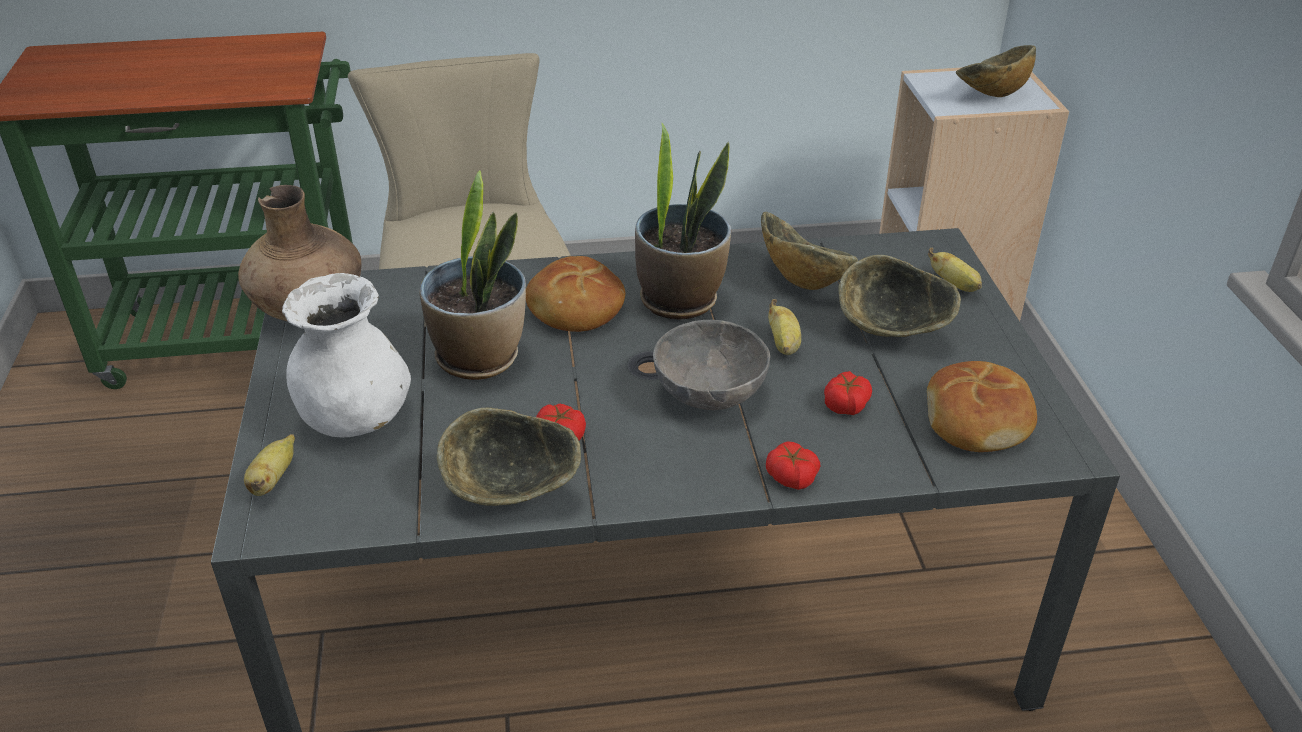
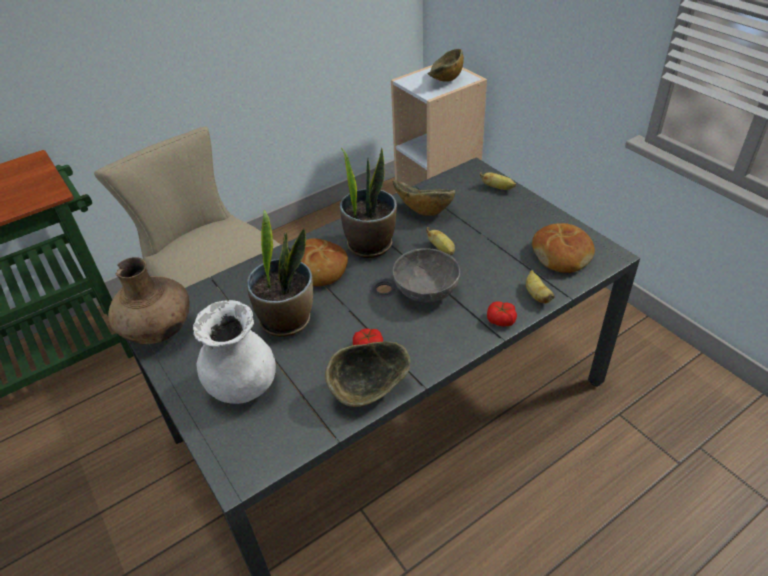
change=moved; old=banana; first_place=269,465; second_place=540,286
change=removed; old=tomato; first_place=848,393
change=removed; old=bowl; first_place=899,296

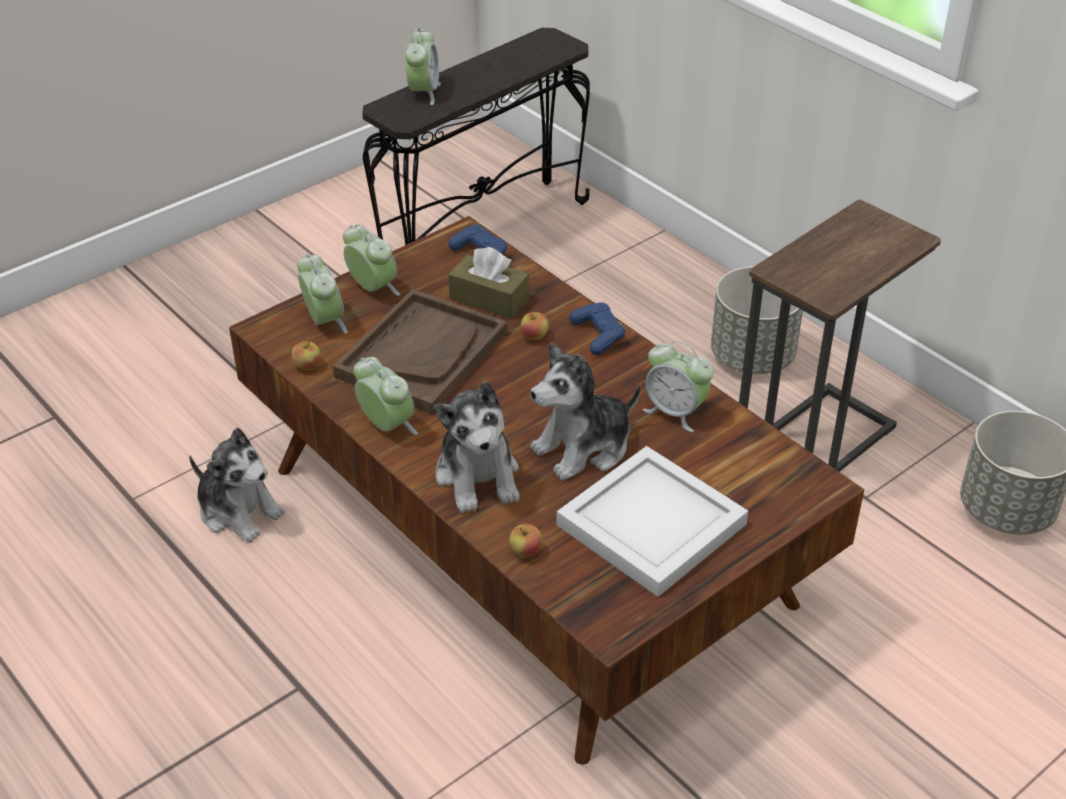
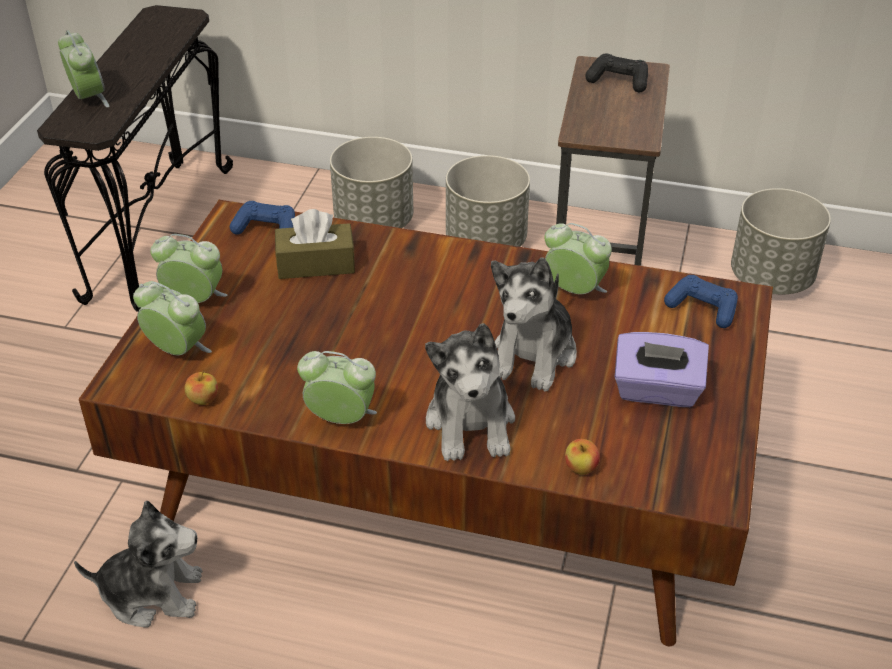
change=removed; old=tray in brown; first_place=420,352
change=turned; old=plush toy; first_place=476,447; second_place=470,392; degrees=45
change=removed; old=apple; first_place=535,325
change=replaced; old=tray in white; new=tissue box in purple; first_place=652,521; second_place=662,369
change=moved; old=game controller in blue; first_place=597,328; second_place=701,301
change=turned; old=alarm clock; first_place=678,386; second_place=578,258; degrees=-150
change=added; new=planter in grey; second_place=371,182
change=added; new=game controller in black; second_place=616,73

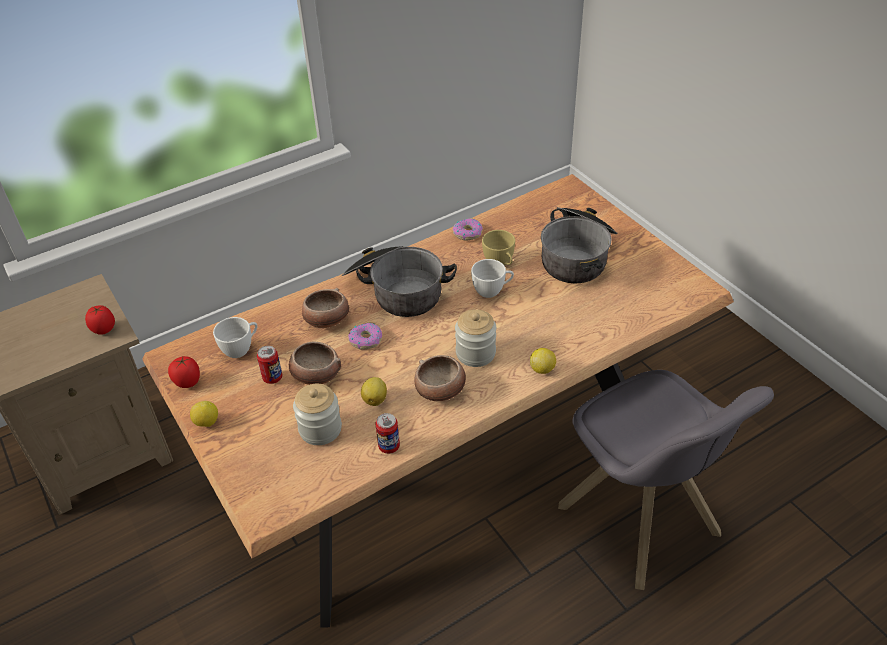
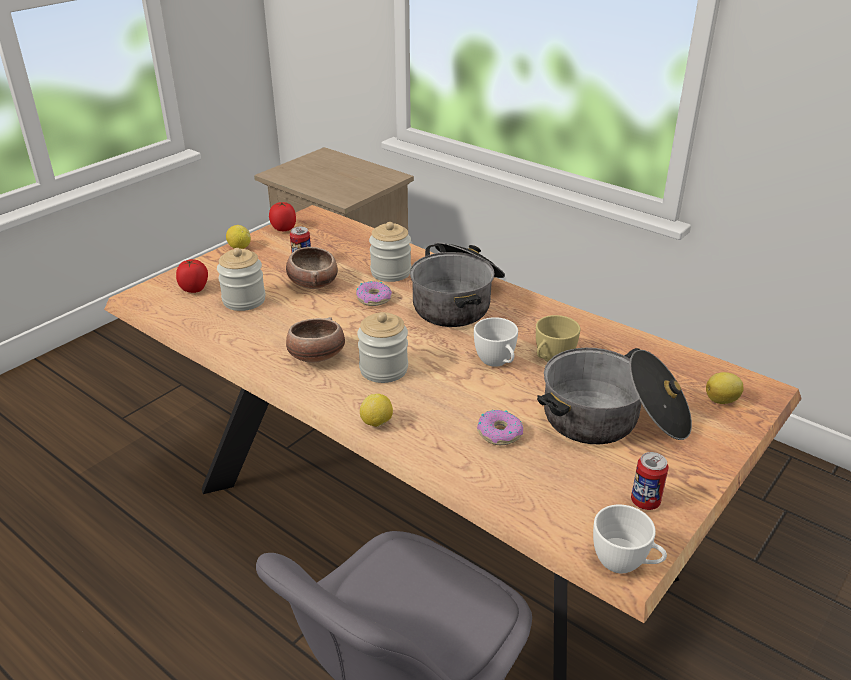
change=moved; old=tomato; first_place=100,320; second_place=192,276
change=moved; old=cup in white; first_place=235,337; second_place=630,538
change=replaced; old=bowl; new=jar; first_place=325,308; second_place=390,252
change=moved; old=lemon; first_place=374,391; second_place=724,388
change=moved; old=can; first_place=387,433; second_place=650,481
change=moved; old=donut; first_place=468,229; second_place=500,427

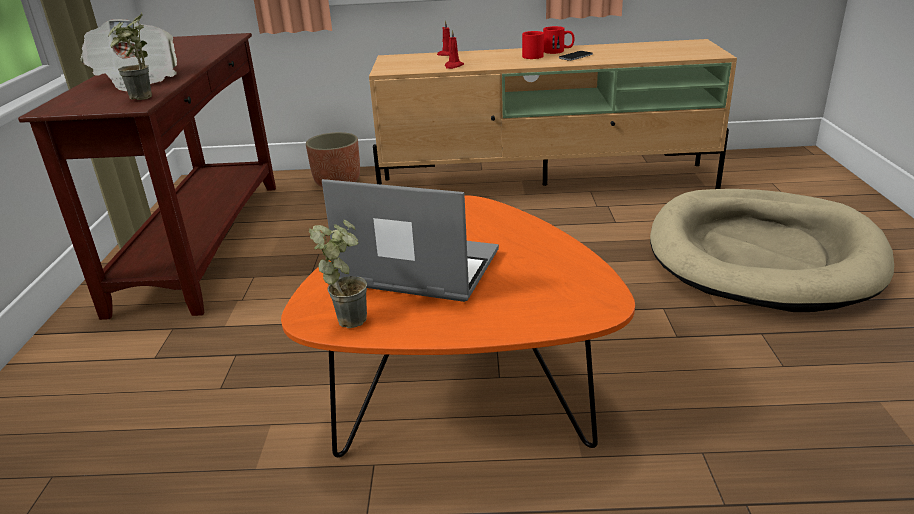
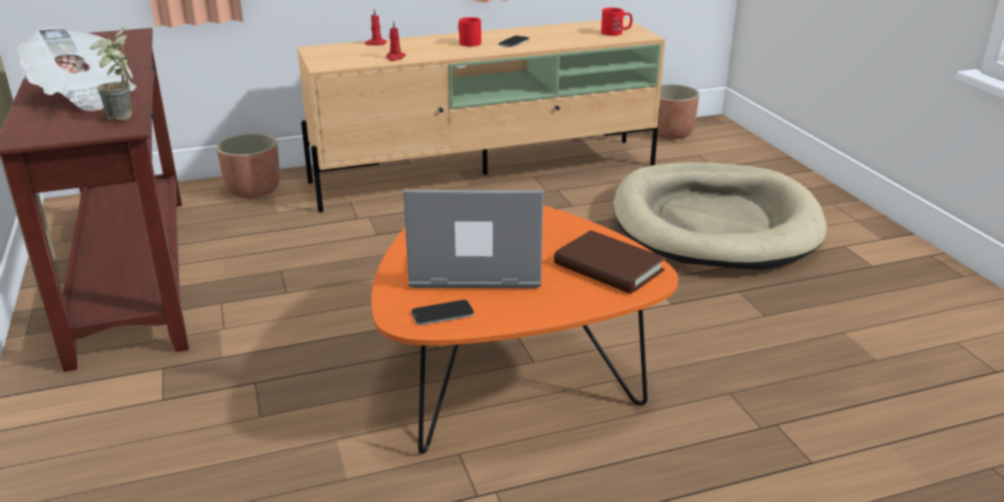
change=replaced; old=potted plant; new=phone; first_place=338,274; second_place=442,312
change=moved; old=mug in red; first_place=558,40; second_place=617,22
change=added; new=book in brown; second_place=610,262
change=added; new=planter; second_place=674,112

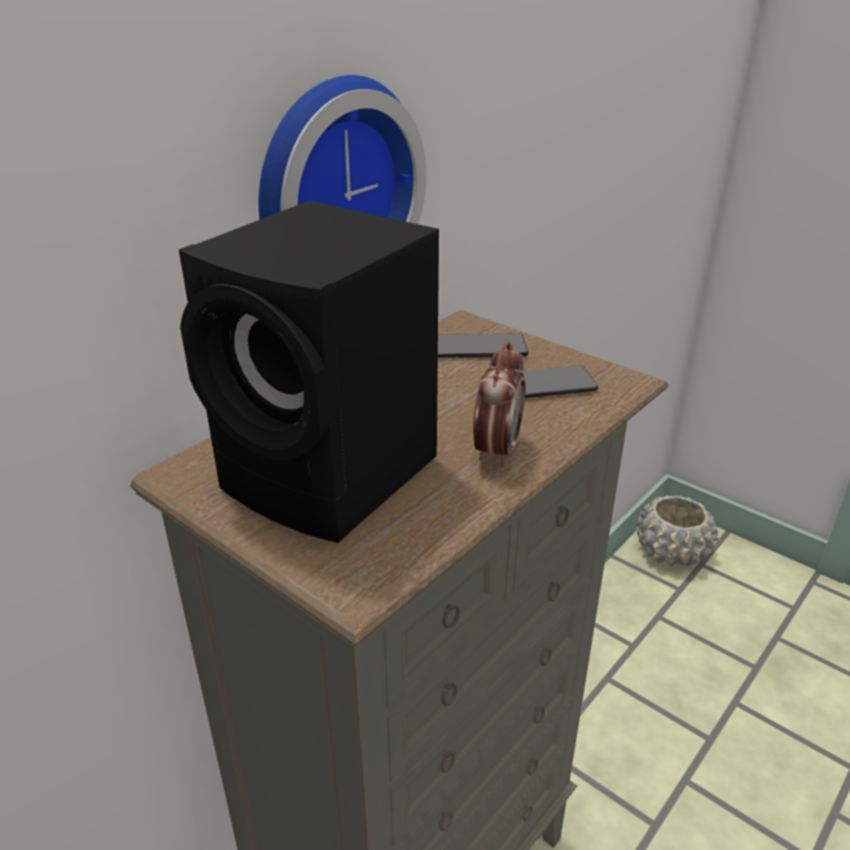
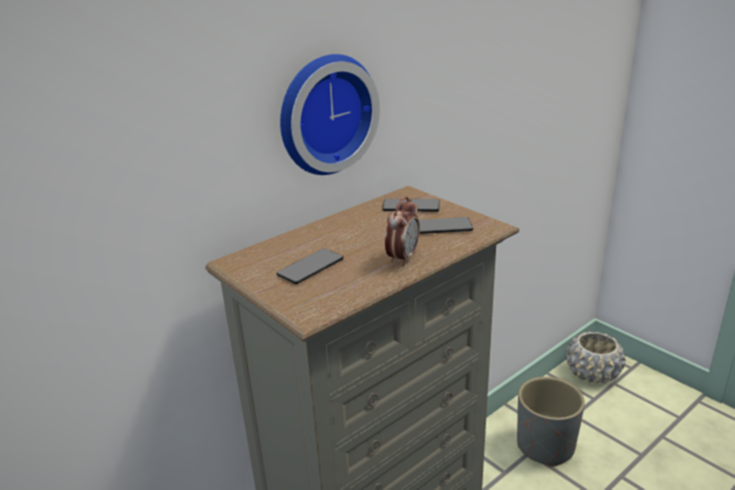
change=replaced; old=speaker in black; new=phone; first_place=309,372; second_place=309,266
change=added; new=planter in grey; second_place=551,422

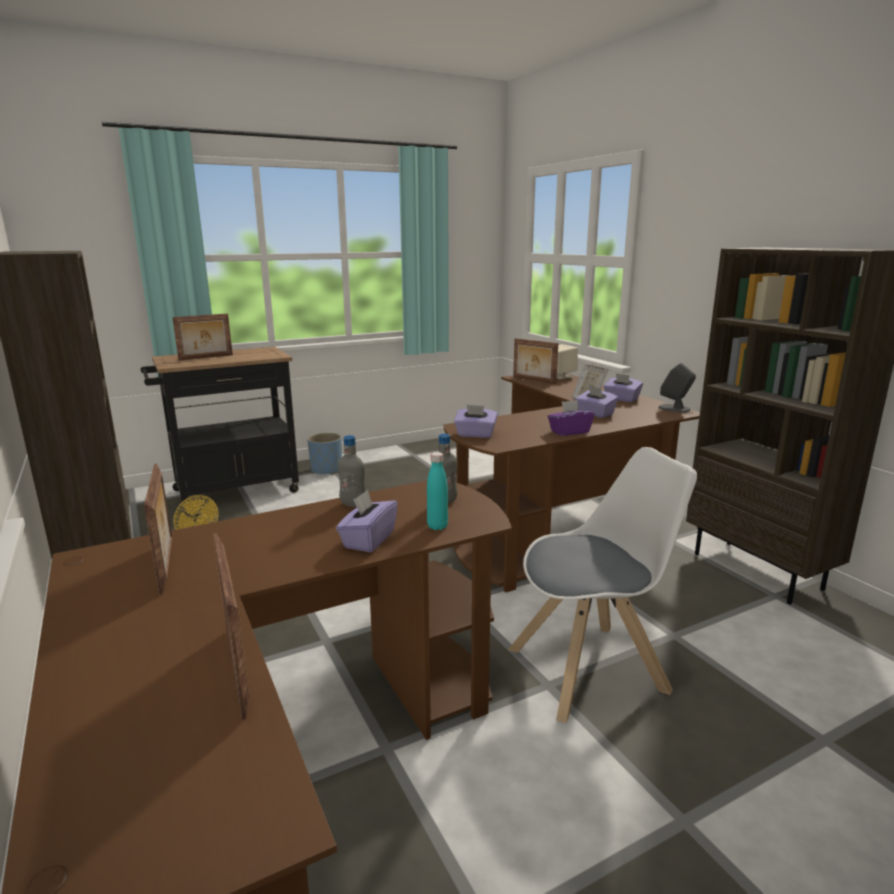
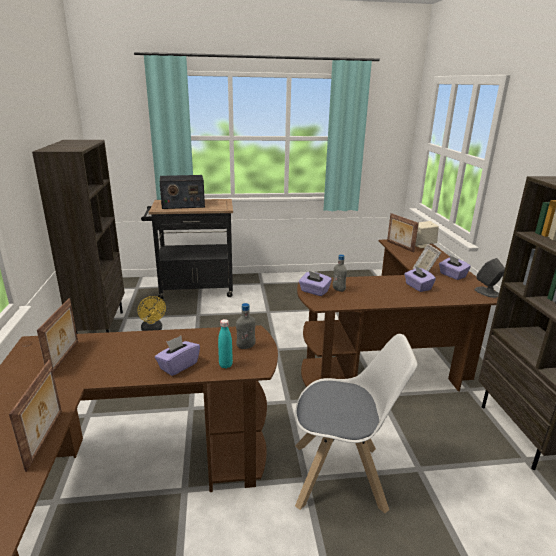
change=replaced; old=picture frame; new=radio; first_place=202,337; second_place=182,192
change=removed; old=planter in blue; first_place=324,454
change=moved; old=bottle in grey; first_place=351,471; second_place=340,273
change=removed; old=tissue box in purple; first_place=571,418

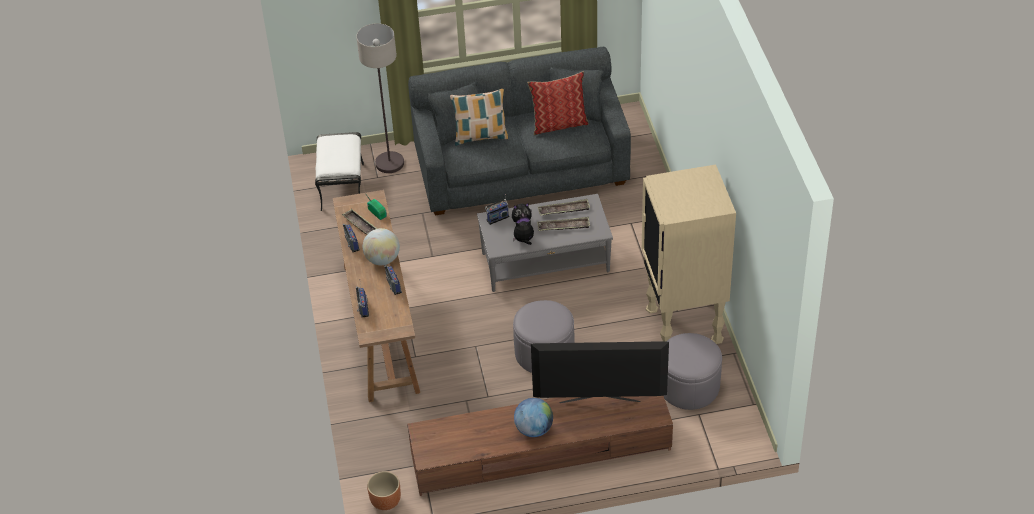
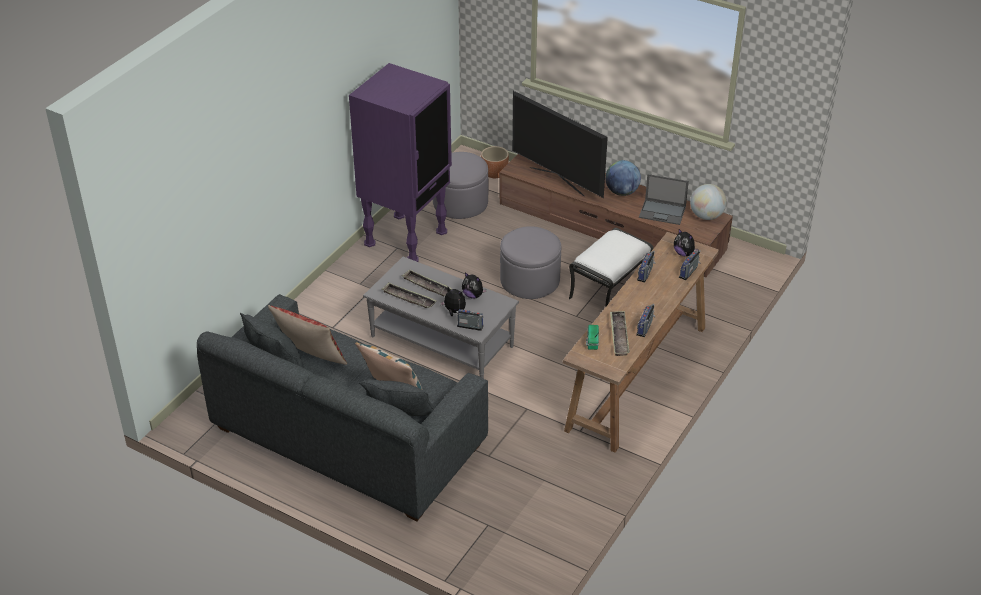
change=moved; old=ottoman in white; first_place=339,171; second_place=611,267
change=removed; old=floor lamp in grey; first_place=380,98
change=moved; old=globe; first_place=381,246; second_place=708,202
change=moved; old=planter in brown; first_place=384,490; second_place=495,162
change=recoloured; old=cabinet in beige; new=cabinet in purple; first_place=689,254; second_place=400,162
change=added; new=laptop; second_place=664,199
change=added; new=plush toy; second_place=686,242

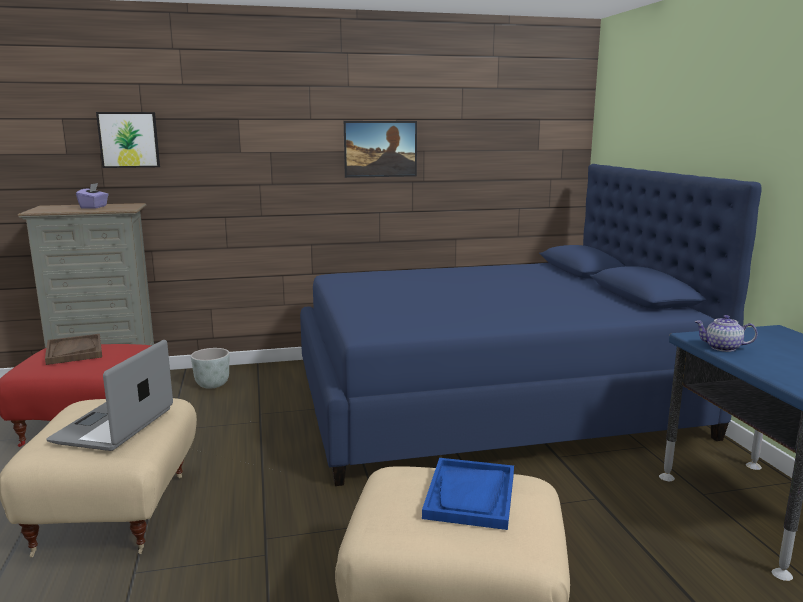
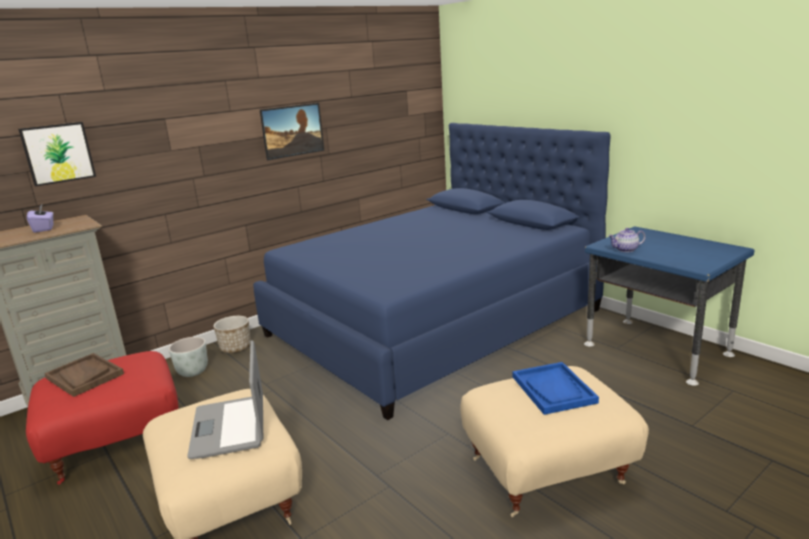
change=added; new=planter; second_place=232,334

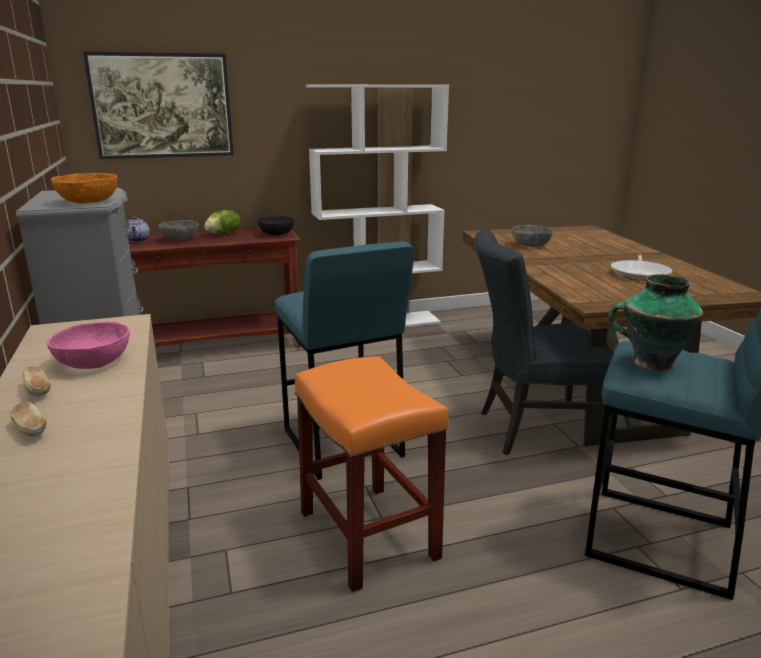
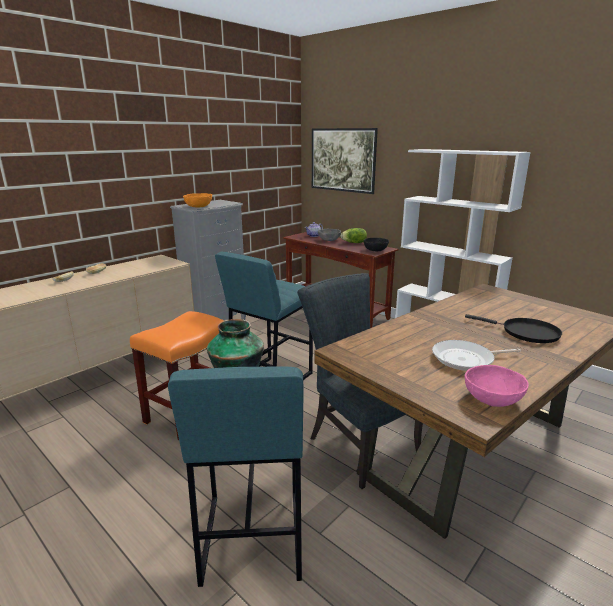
change=moved; old=bowl in pink; first_place=88,345; second_place=497,386
change=removed; old=bowl in grey; first_place=532,236
change=added; new=frying pan in black; second_place=513,328

